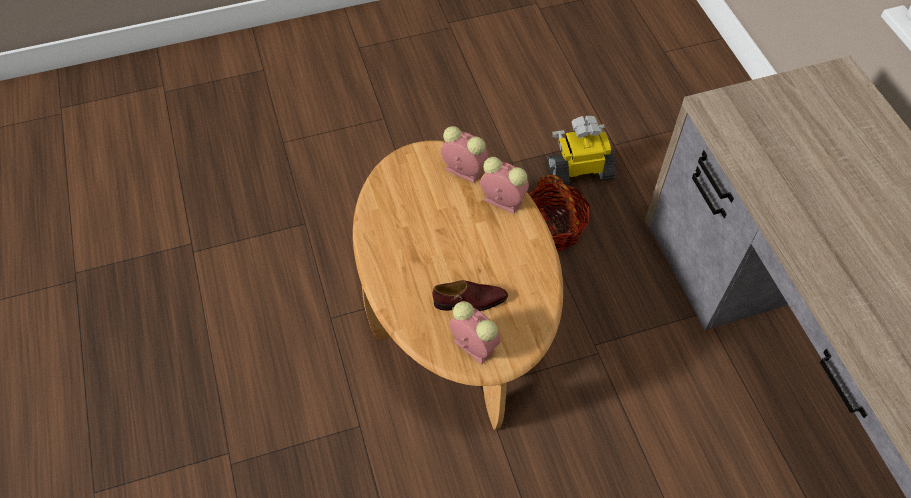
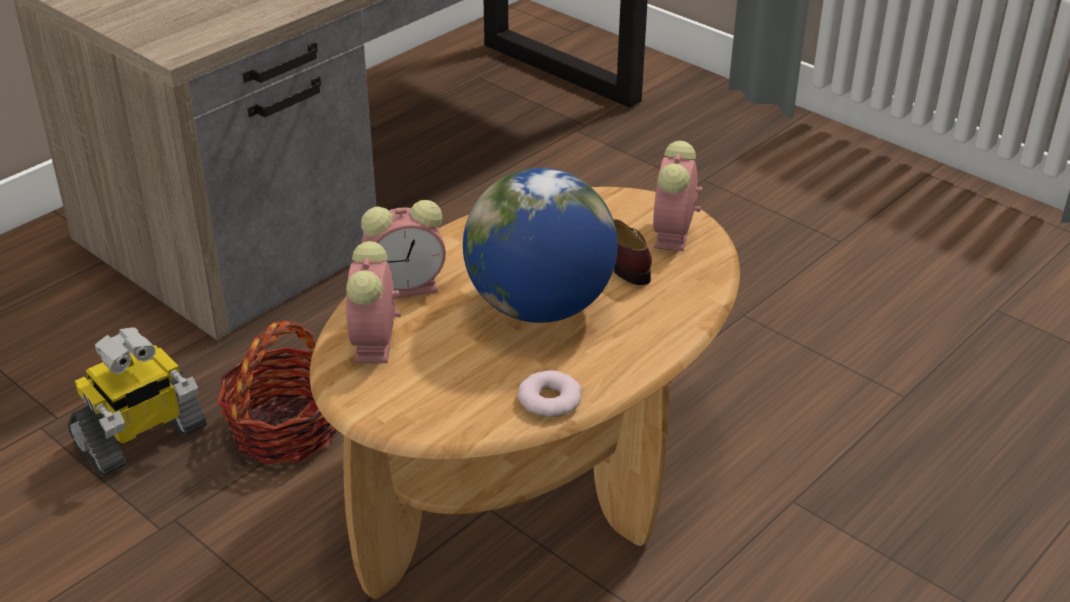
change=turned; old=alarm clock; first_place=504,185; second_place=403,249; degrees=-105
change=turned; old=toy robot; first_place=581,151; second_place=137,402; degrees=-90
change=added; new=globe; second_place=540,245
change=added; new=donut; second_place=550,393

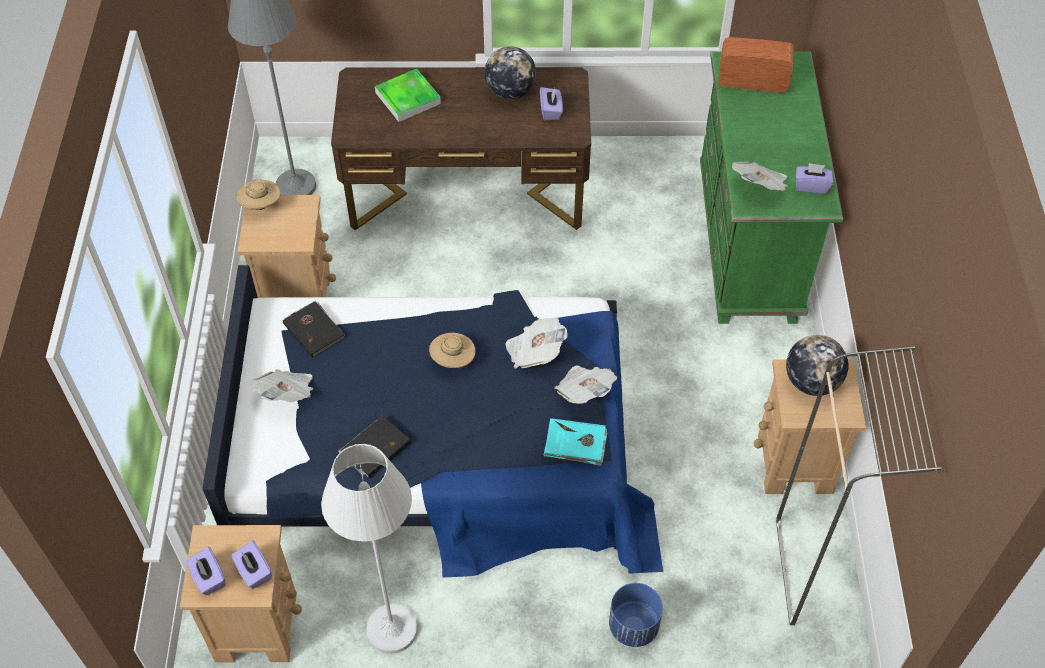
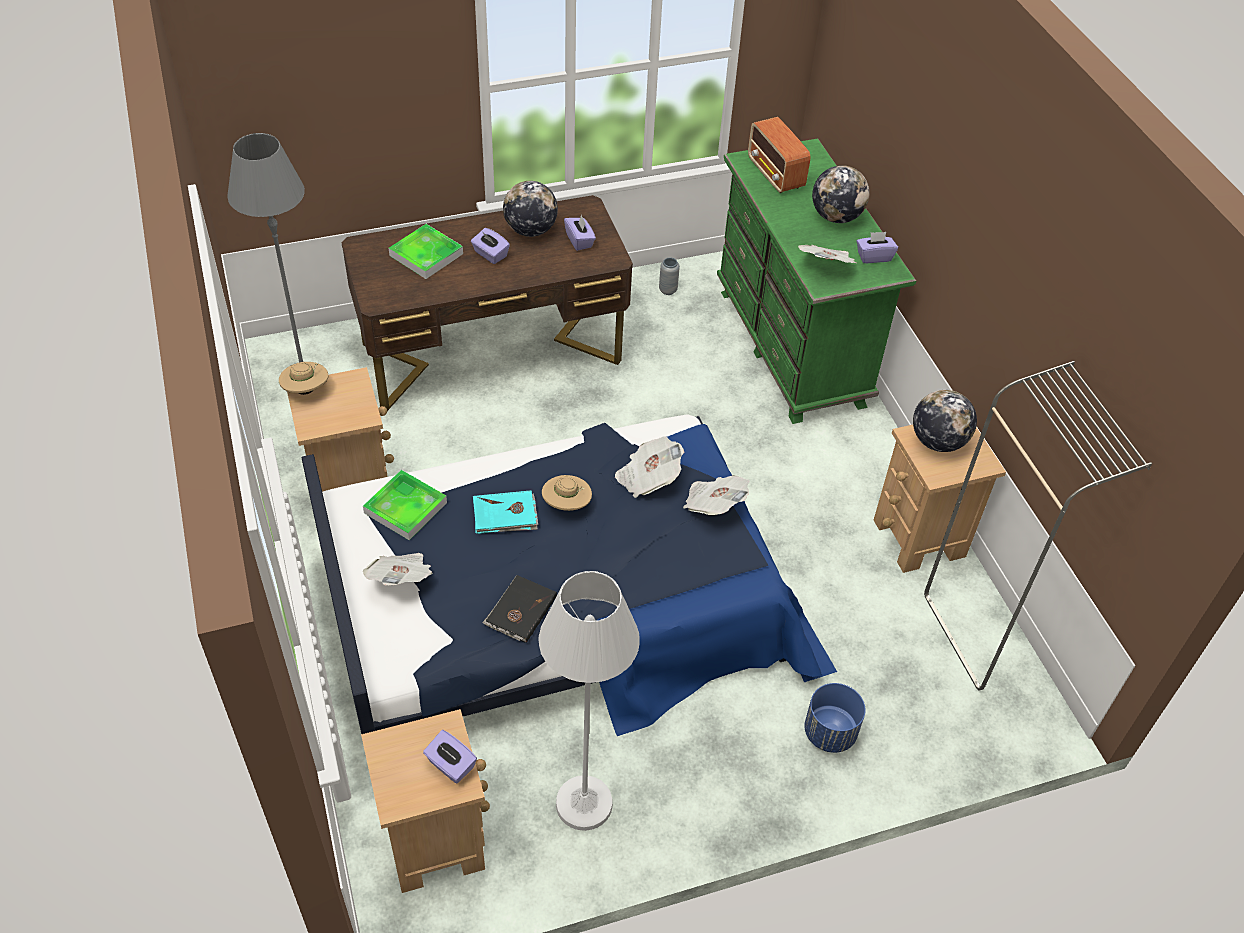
change=moved; old=tissue box in purple; first_place=206,571; second_place=490,246
change=replaced; old=book in black; new=tray; first_place=314,329; second_place=405,505
change=moved; old=book in turquoise; first_place=575,442; second_place=505,512
change=turned; old=radio; first_place=756,65; second_place=779,155; degrees=-105
change=added; new=vase in grey; second_place=669,276
change=added; new=globe; second_place=841,194

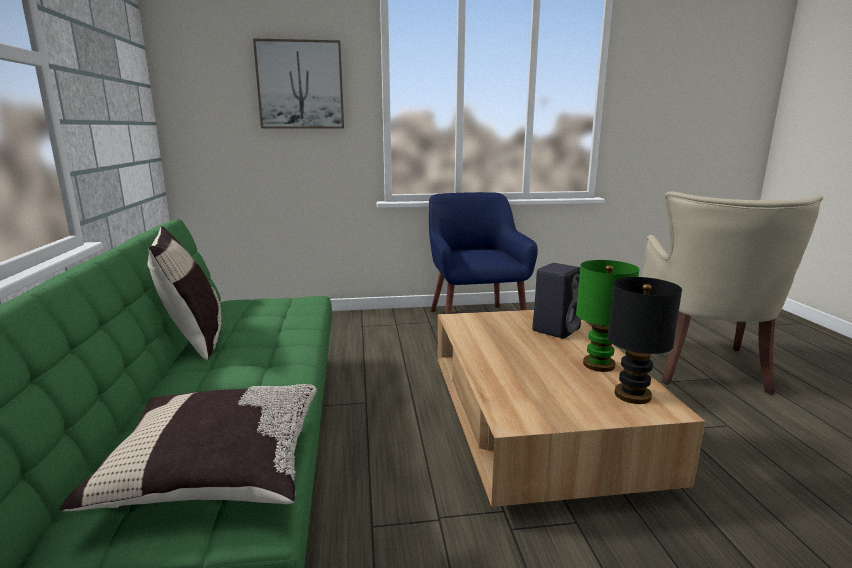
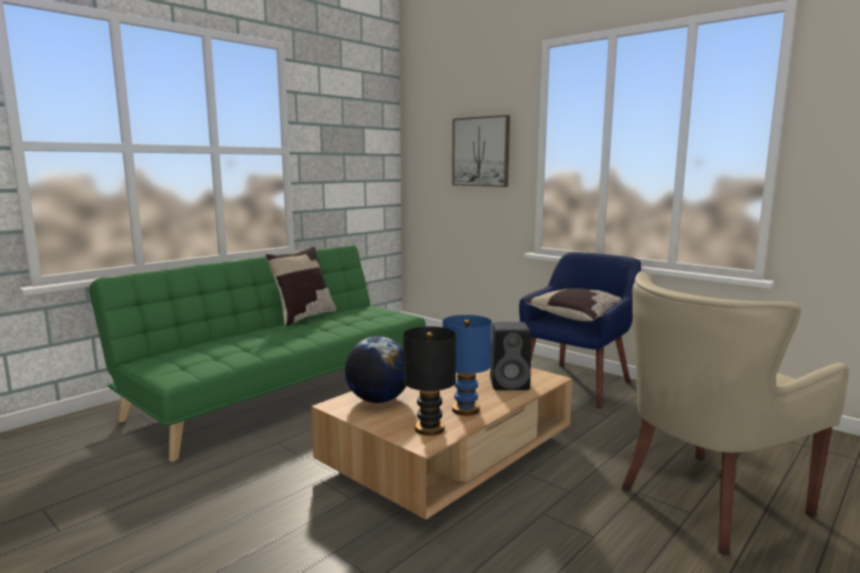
change=moved; old=pillow; first_place=188,447; second_place=573,304
change=recoloured; old=table lamp in green; new=table lamp in blue; first_place=608,316; second_place=467,365
change=added; new=globe; second_place=375,369

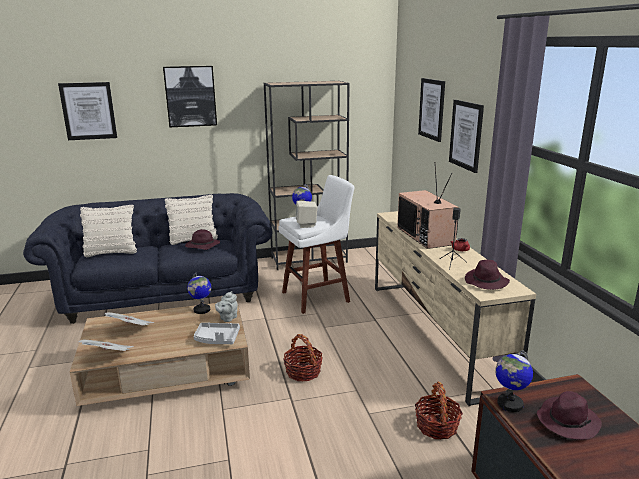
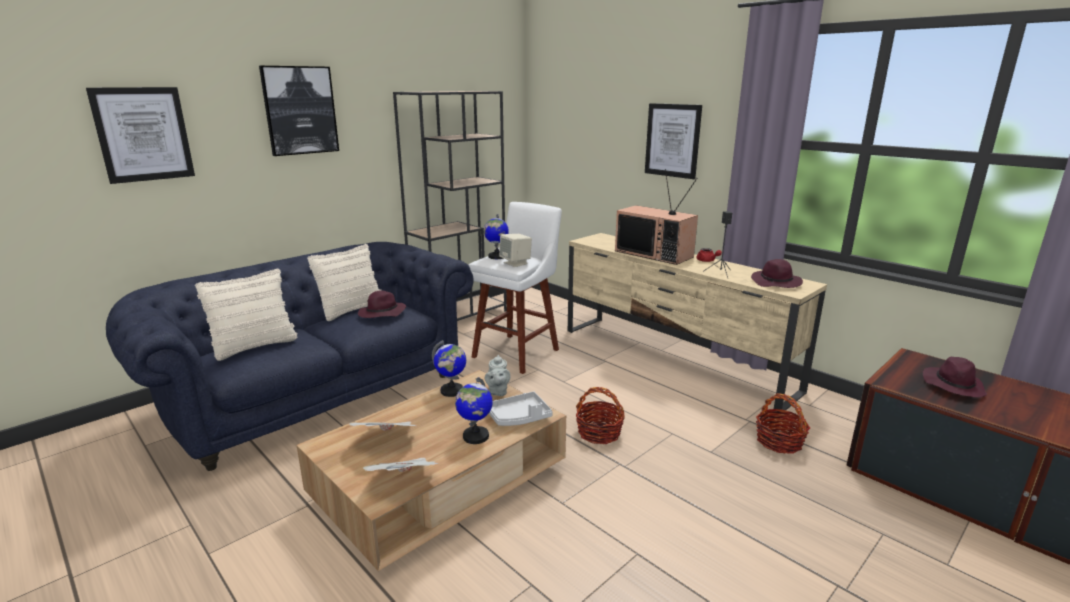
change=removed; old=picture; first_place=431,110
change=moved; old=globe; first_place=514,381; second_place=474,410

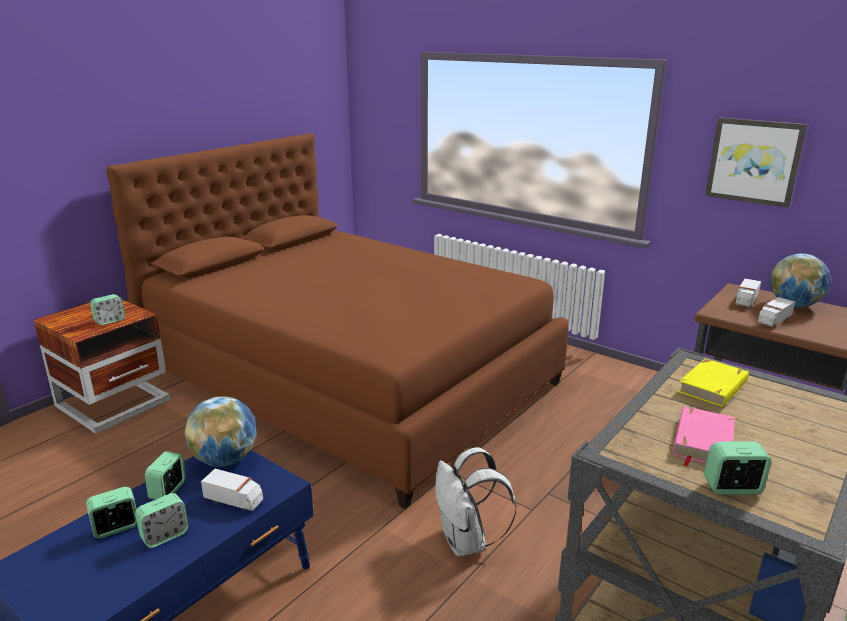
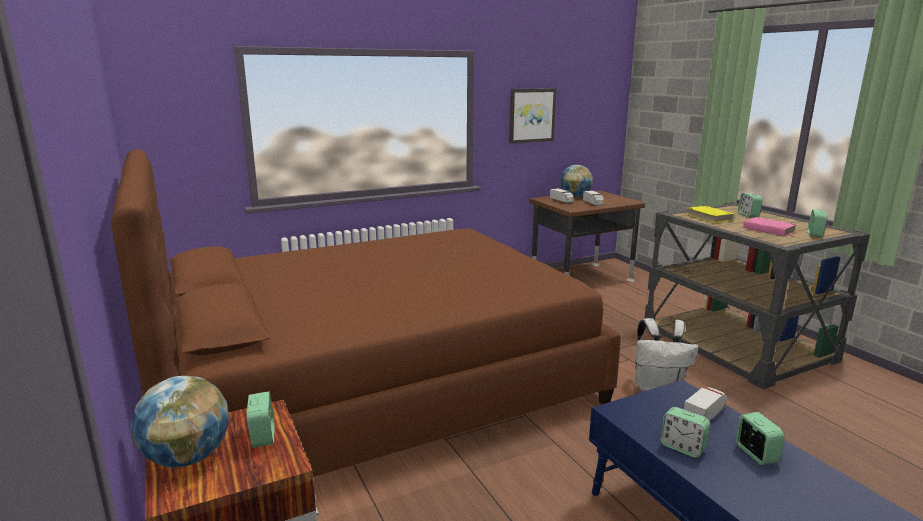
change=moved; old=alarm clock; first_place=111,513; second_place=750,205
change=moved; old=globe; first_place=221,431; second_place=180,422

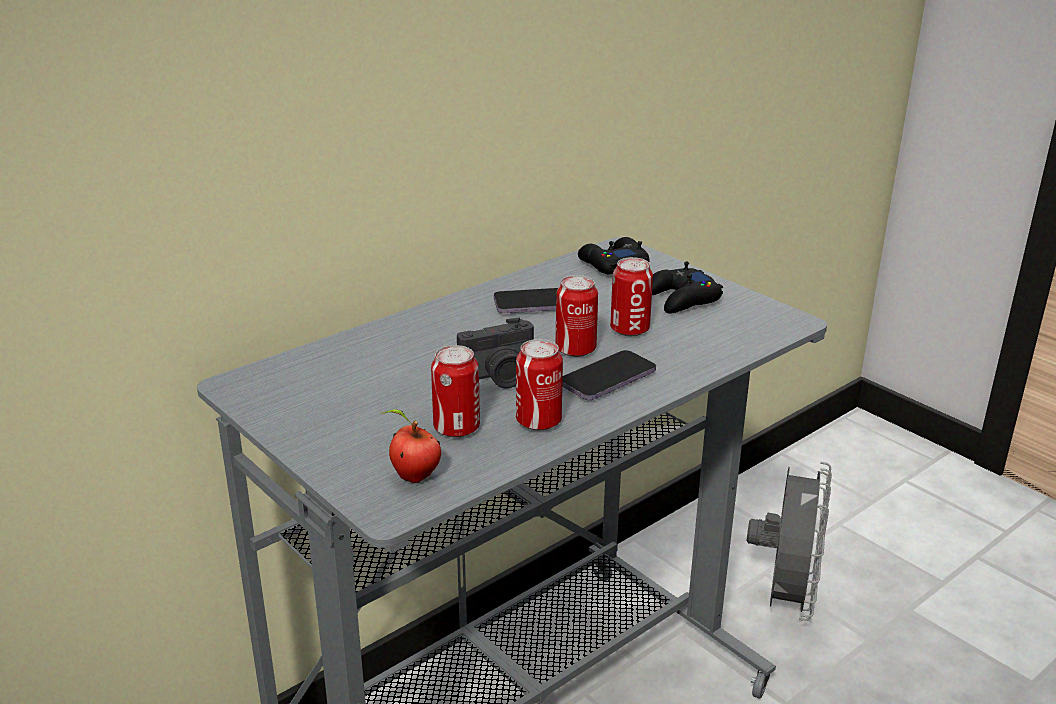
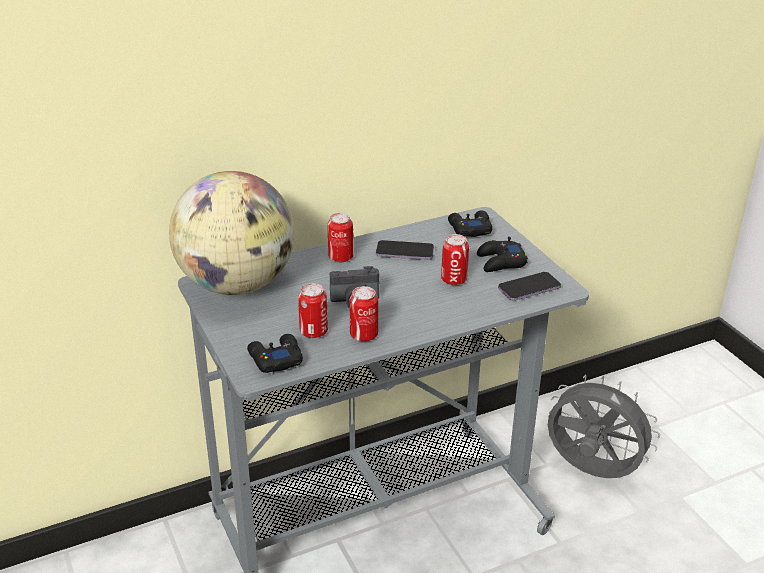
change=replaced; old=apple; new=game controller in black; first_place=410,446; second_place=275,353
change=moved; old=can; first_place=576,316; second_place=340,237
change=moved; old=phone; first_place=609,375; second_place=529,286
change=turned; old=fan in grey; first_place=789,541; second_place=604,426; degrees=-90
change=added; new=globe; second_place=231,233

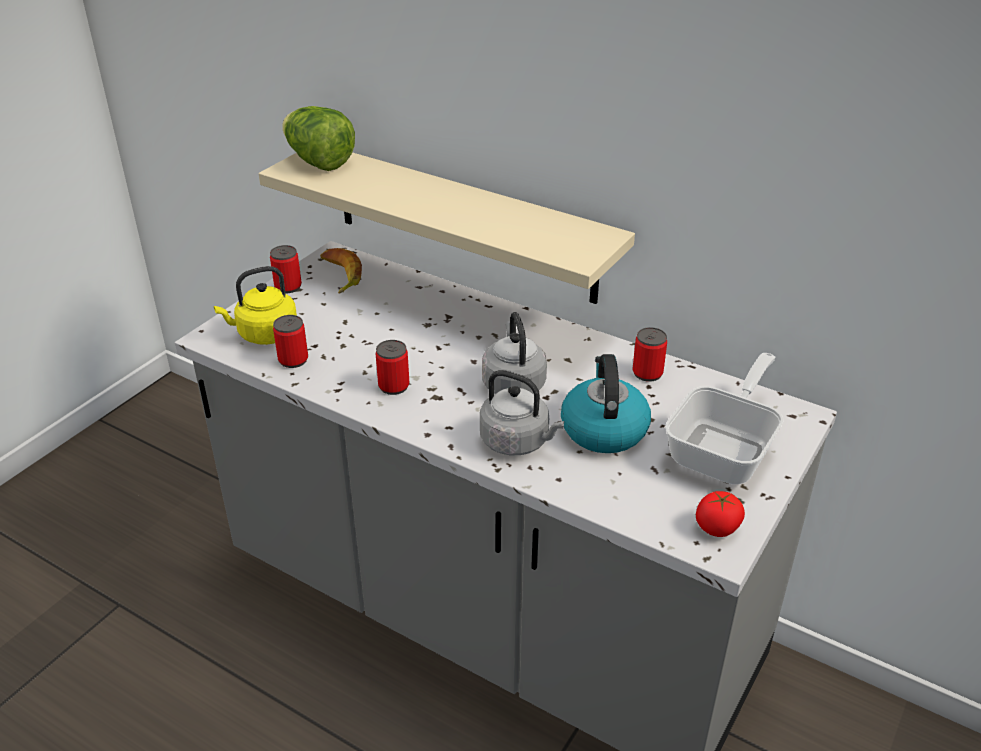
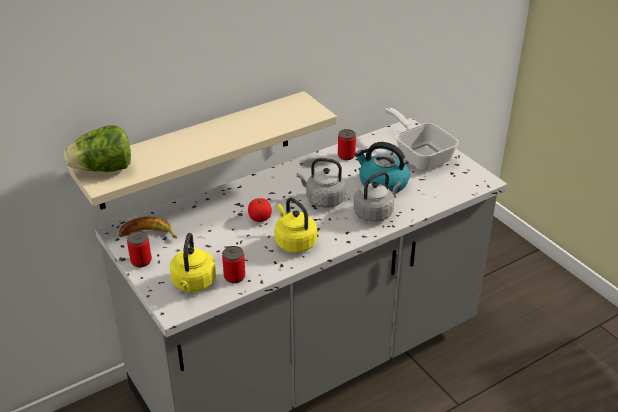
change=replaced; old=can; new=kettle in yellow; first_place=392,367; second_place=296,225
change=moved; old=tomato; first_place=720,514; second_place=260,210

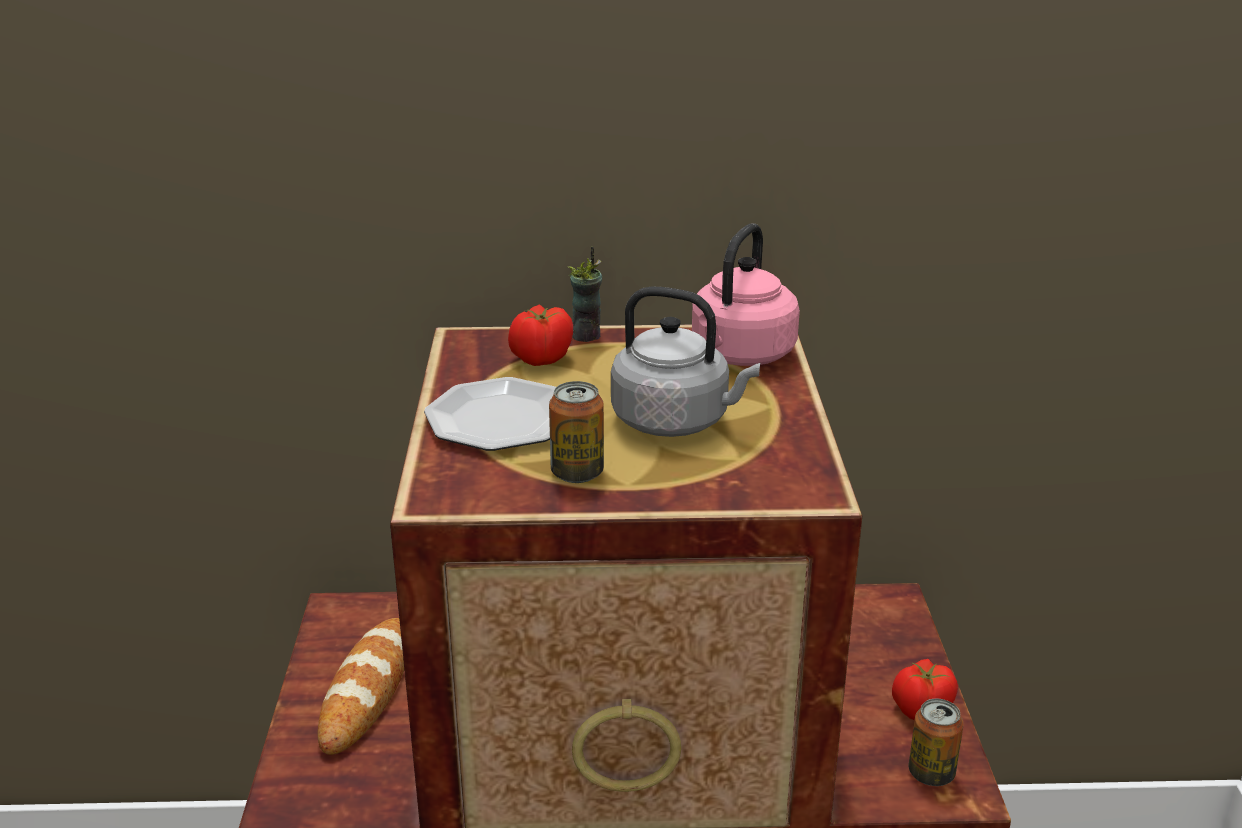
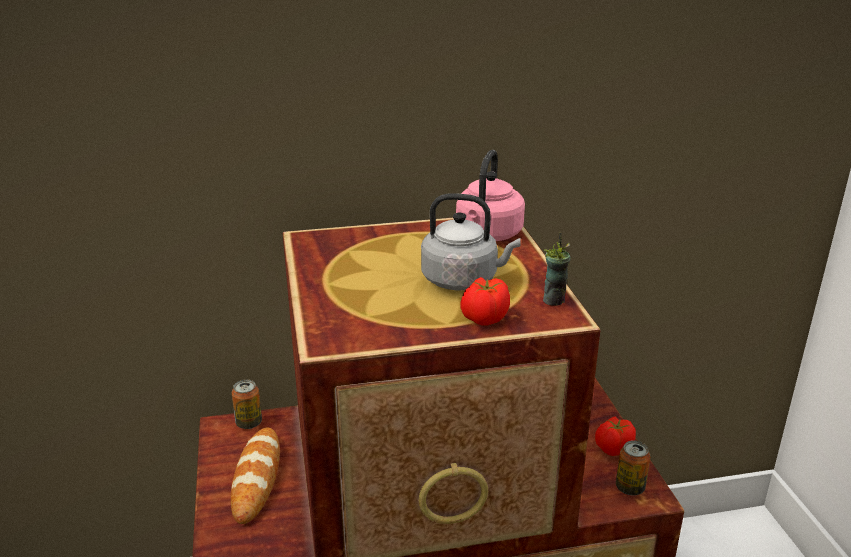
change=removed; old=plate; first_place=490,414
change=moved; old=tomato; first_place=540,335; second_place=485,301
change=moved; old=can; first_place=576,432; second_place=247,404
change=moved; old=cup; first_place=585,294; second_place=557,269

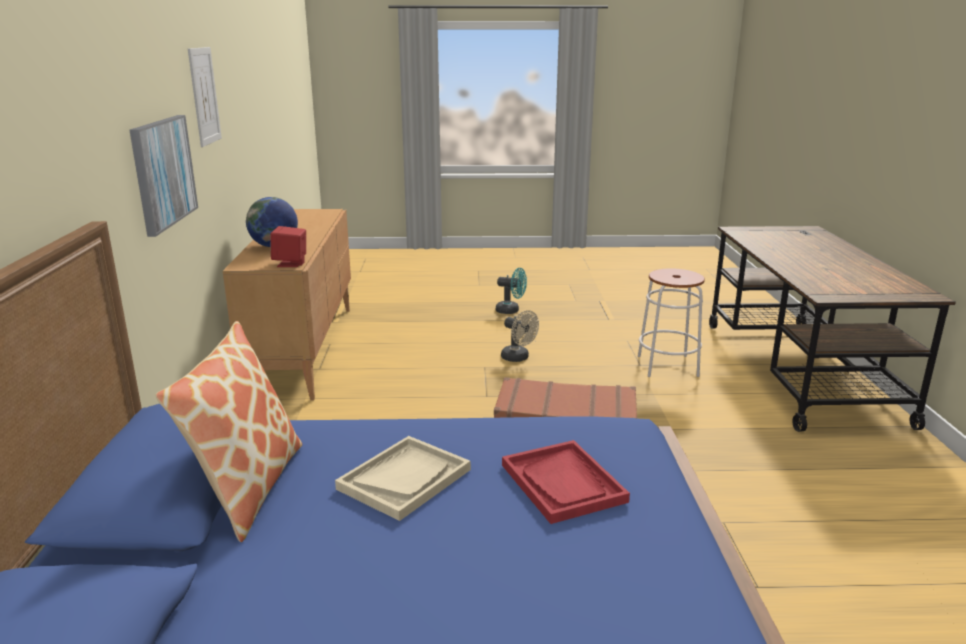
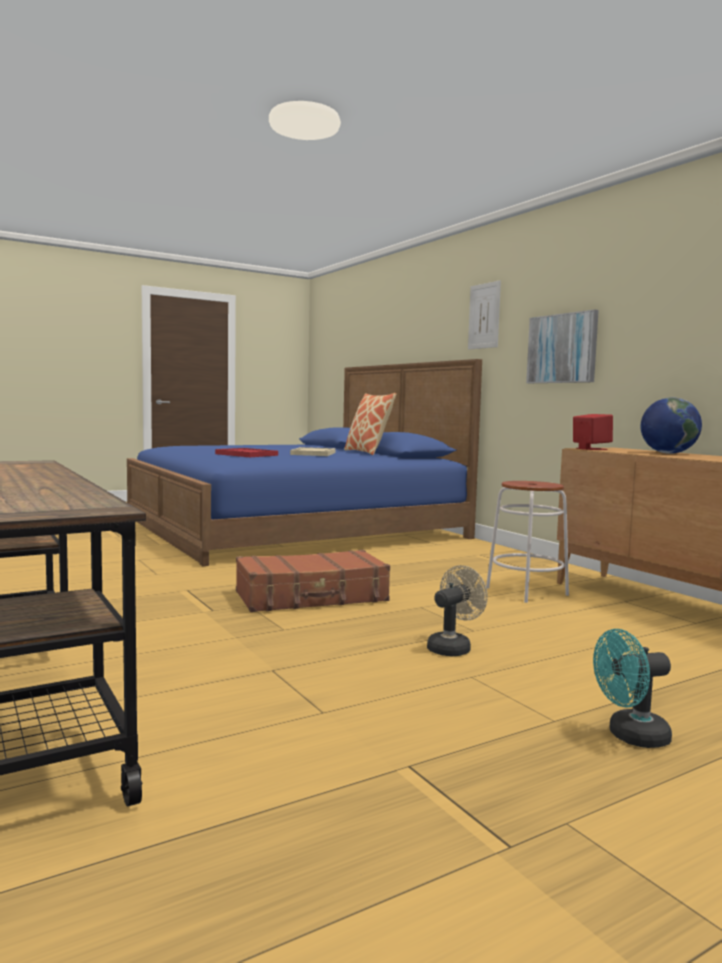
change=moved; old=picture; first_place=205,97; second_place=484,314
change=turned; old=fan in beige; first_place=520,336; second_place=457,611; degrees=120
change=moved; old=stool in white; first_place=671,322; second_place=527,542

